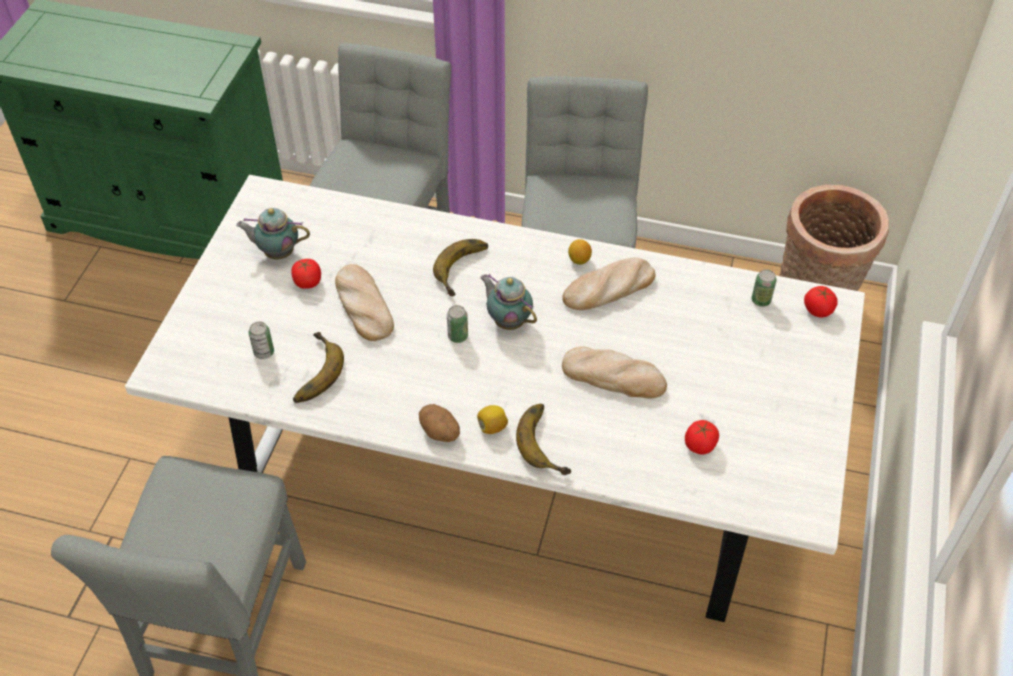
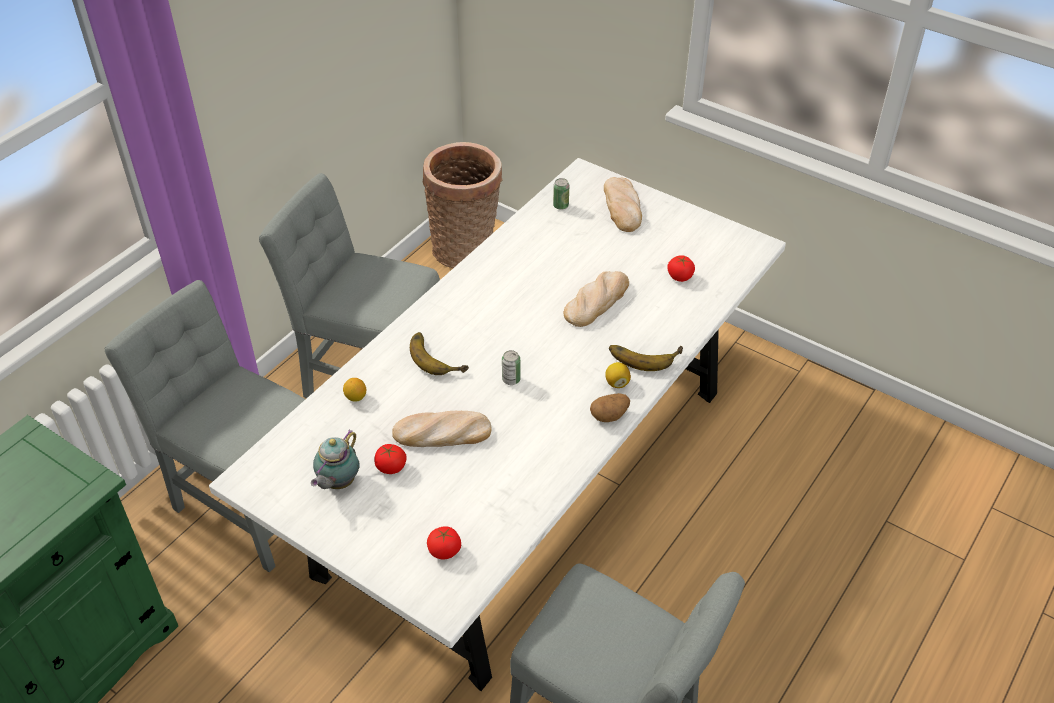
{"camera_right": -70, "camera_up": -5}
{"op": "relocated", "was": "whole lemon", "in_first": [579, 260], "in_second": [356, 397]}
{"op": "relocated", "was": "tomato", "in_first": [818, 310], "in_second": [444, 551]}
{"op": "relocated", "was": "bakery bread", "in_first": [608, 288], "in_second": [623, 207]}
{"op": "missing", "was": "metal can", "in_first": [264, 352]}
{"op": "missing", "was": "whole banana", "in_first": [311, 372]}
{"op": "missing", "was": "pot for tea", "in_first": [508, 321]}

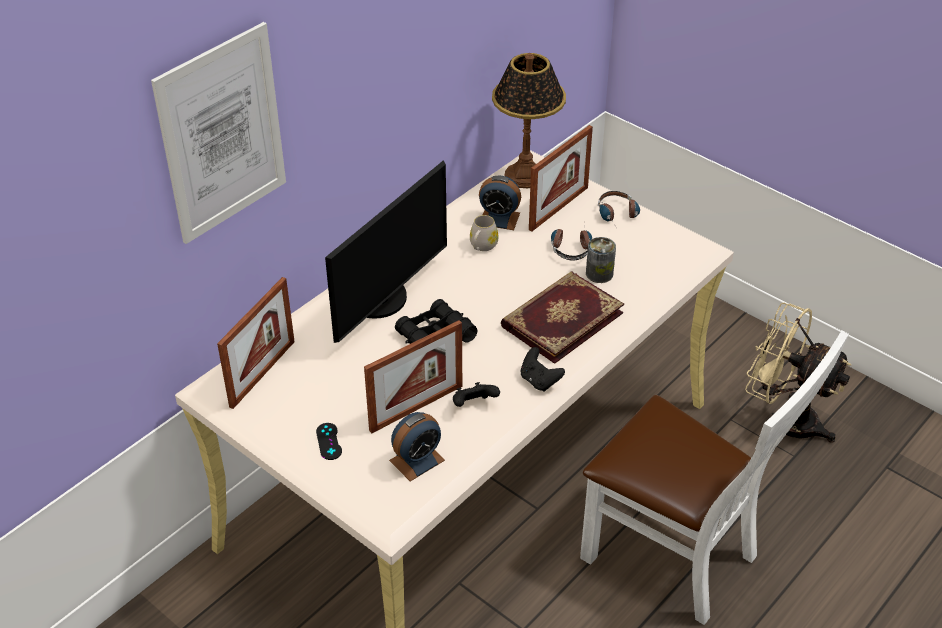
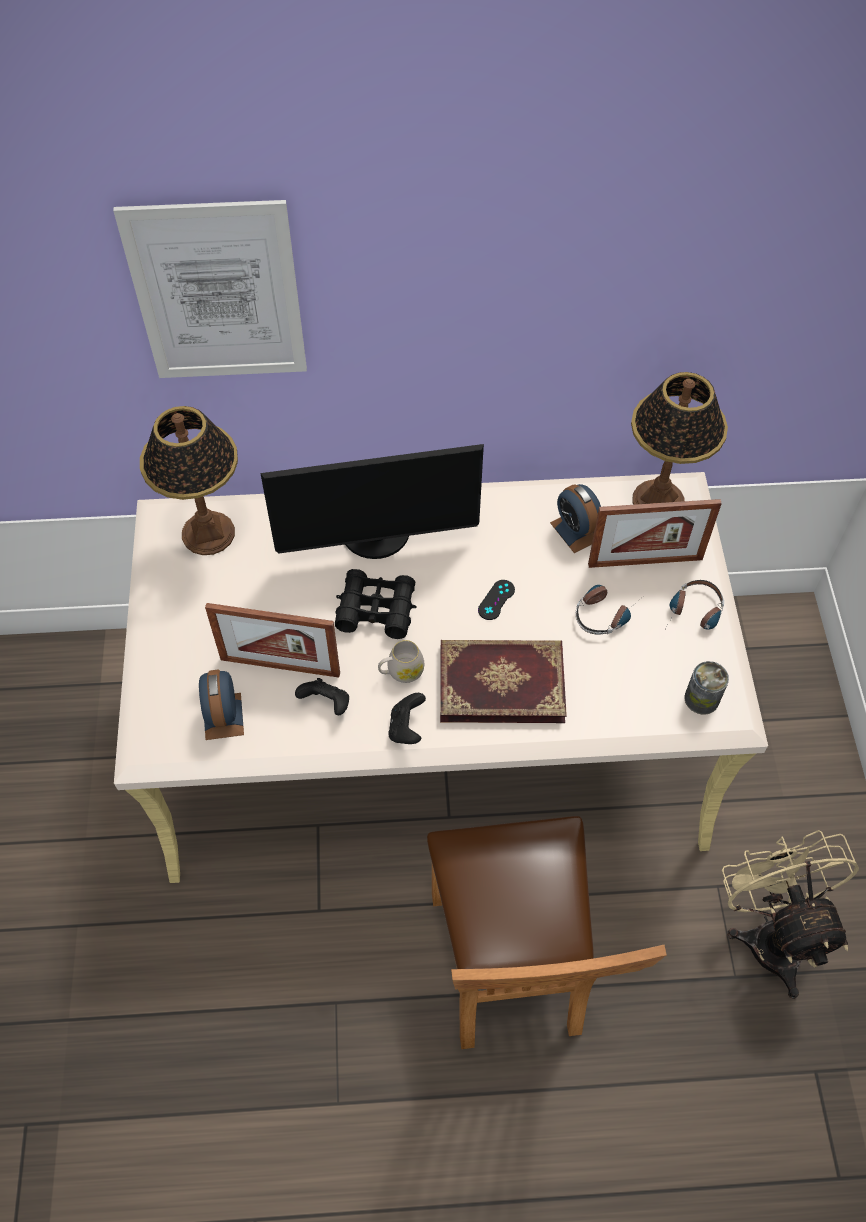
{"camera_right": 45, "camera_up": 15}
{"op": "exchanged", "was": "standing frame", "now": "tabletop lamp", "in_first": [262, 373], "in_second": [209, 533]}
{"op": "spun", "was": "alarm clock", "in_first": [417, 460], "in_second": [223, 716], "clockwise": 75}
{"op": "relocated", "was": "mug in white-coloured", "in_first": [482, 246], "in_second": [401, 671]}
{"op": "colour", "was": "chair in white-coloured", "now": "chair in brownish", "in_first": [679, 559], "in_second": [510, 973]}
{"op": "relocated", "was": "gamepad in blackish", "in_first": [329, 441], "in_second": [496, 600]}
{"op": "relocated", "was": "metal can", "in_first": [599, 274], "in_second": [701, 699]}

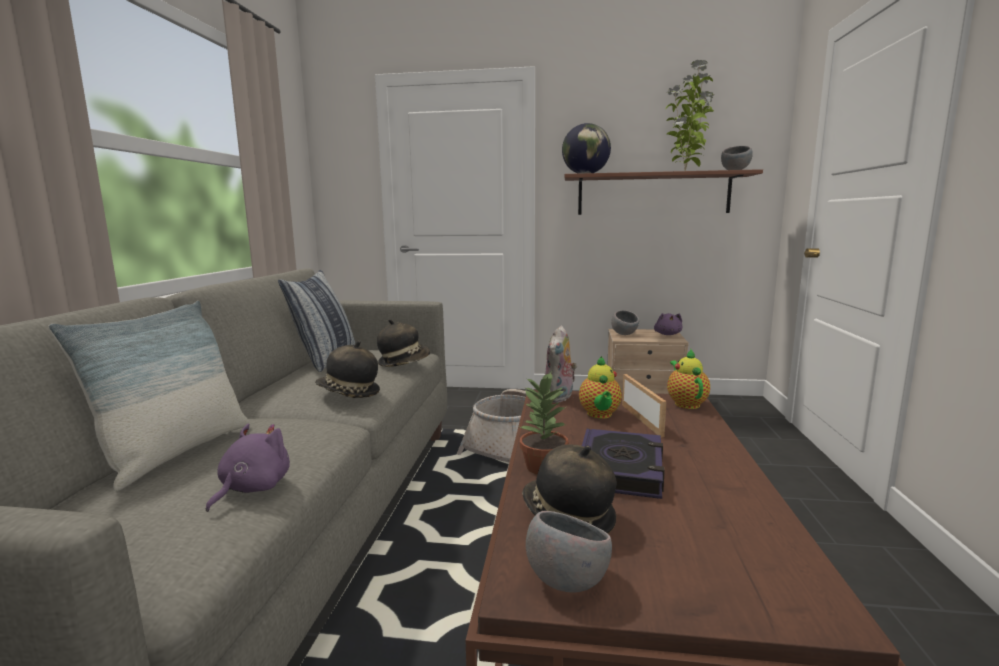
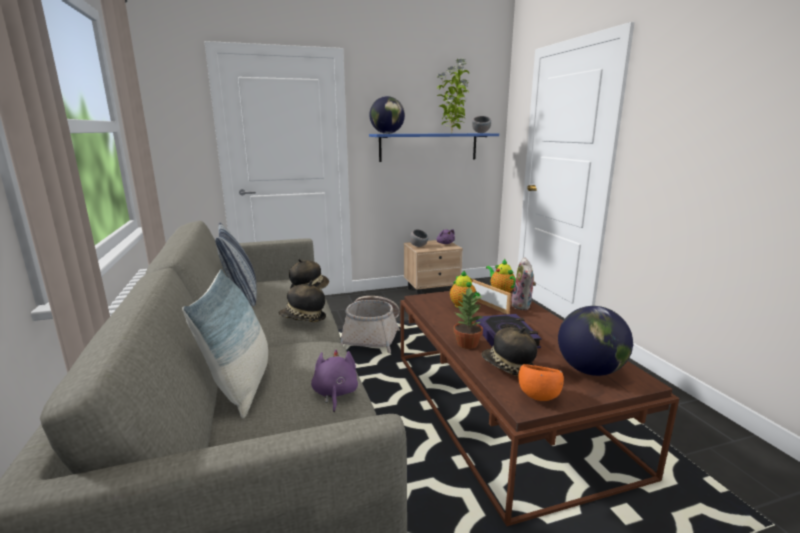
{"camera_right": -25, "camera_up": 5}
{"op": "colour", "was": "shelf in brownish", "now": "shelf in blue-coloured", "in_first": [653, 194], "in_second": [428, 147]}
{"op": "relocated", "was": "soft toy", "in_first": [560, 398], "in_second": [523, 306]}
{"op": "colour", "was": "deep dish in grey", "now": "deep dish in orange-coloured", "in_first": [566, 582], "in_second": [538, 397]}
{"op": "appeared", "now": "globe", "in_second": [590, 370]}

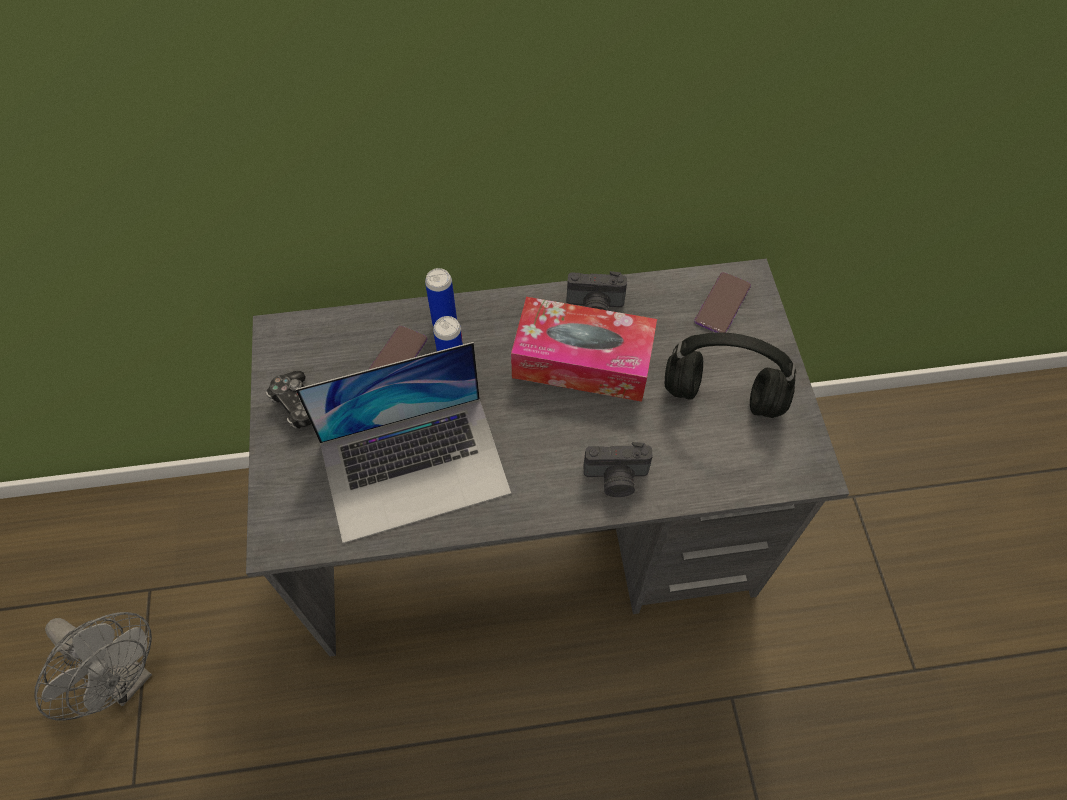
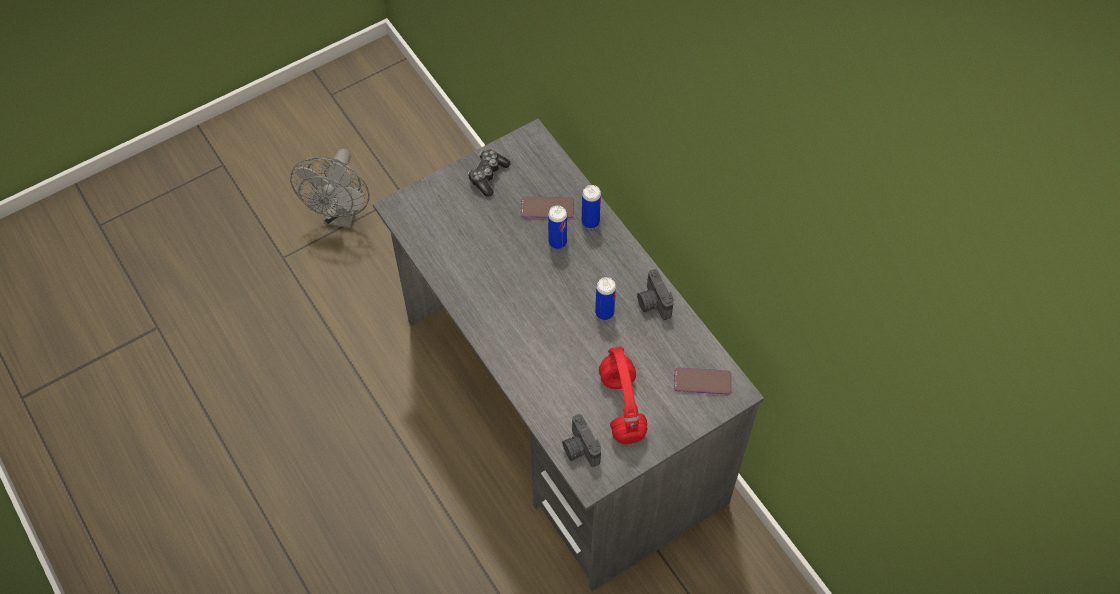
{"camera_right": 65, "camera_up": 0}
{"op": "relocated", "was": "still camera", "in_first": [616, 479], "in_second": [579, 449]}
{"op": "exchanged", "was": "box of tissues", "now": "metal can", "in_first": [582, 361], "in_second": [604, 312]}
{"op": "colour", "was": "headset in blackish", "now": "headset in red", "in_first": [725, 396], "in_second": [623, 408]}
{"op": "missing", "was": "notebook computer", "in_first": [414, 466]}

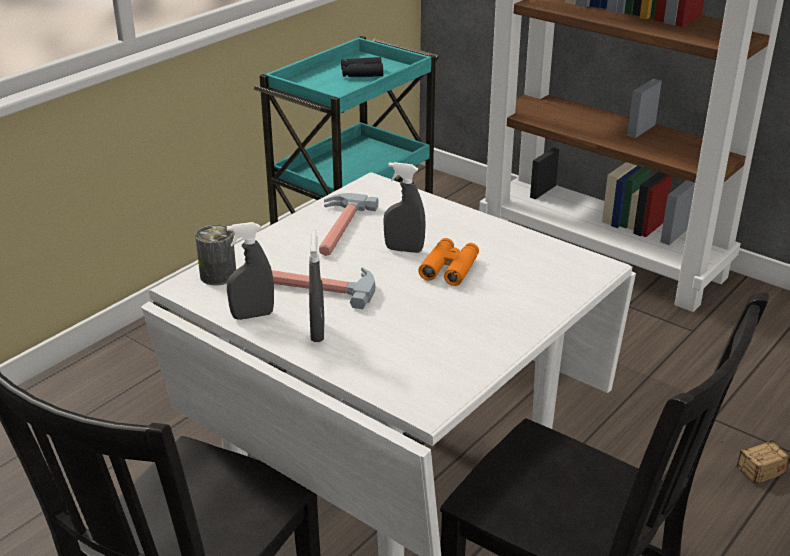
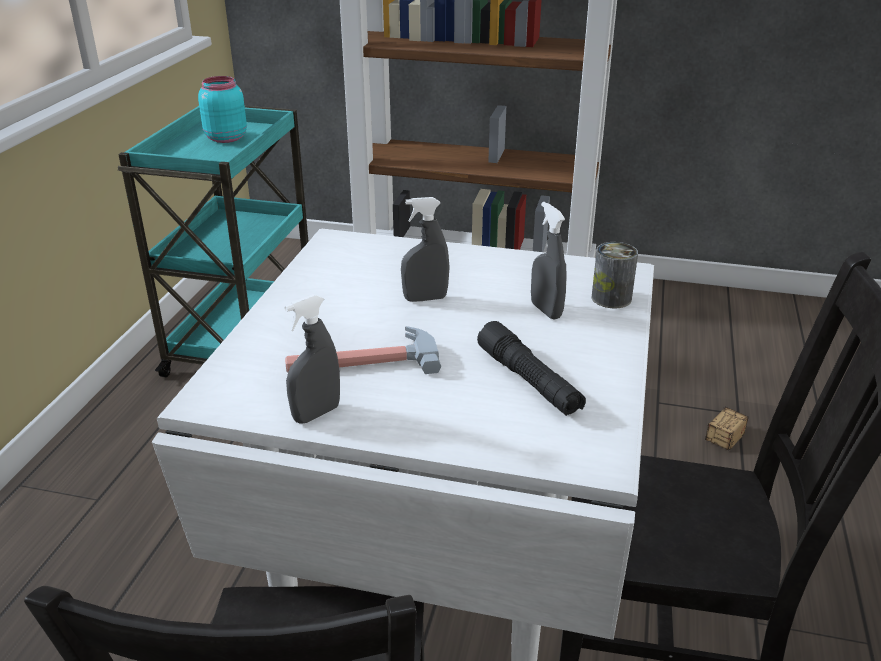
{"camera_right": -25, "camera_up": 0}
{"op": "exchanged", "was": "binoculars in blackish", "now": "storage jar in turquoise", "in_first": [361, 73], "in_second": [225, 138]}
{"op": "appeared", "now": "torch in blackish", "in_second": [529, 381]}
{"op": "relocated", "was": "spray bottle in grey", "in_first": [317, 332], "in_second": [546, 310]}
{"op": "relocated", "was": "metal can", "in_first": [218, 275], "in_second": [611, 298]}
{"op": "missing", "was": "hand hammer", "in_first": [338, 228]}
{"op": "missing", "was": "binoculars in orange-coloured", "in_first": [449, 268]}

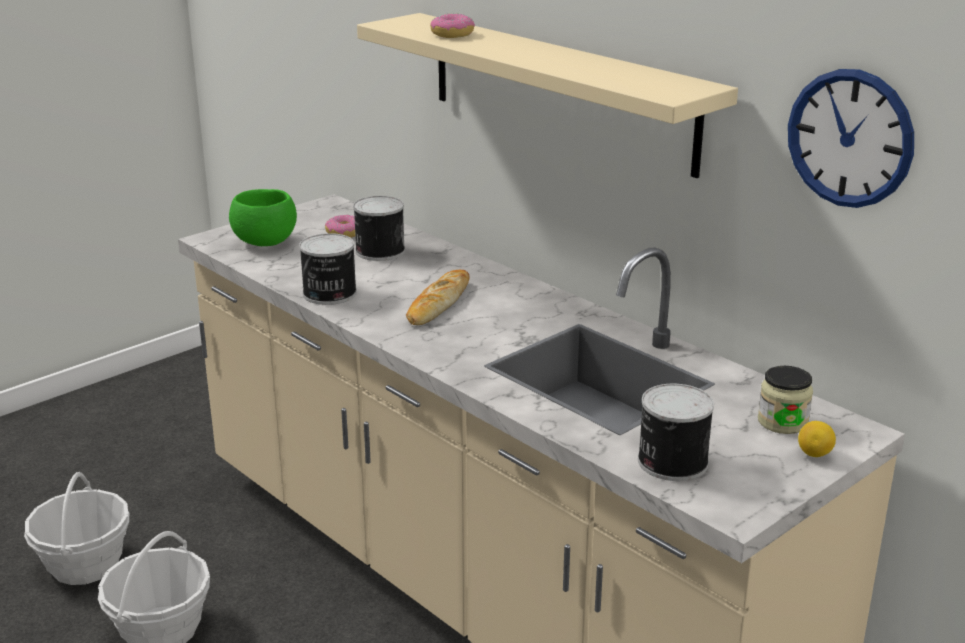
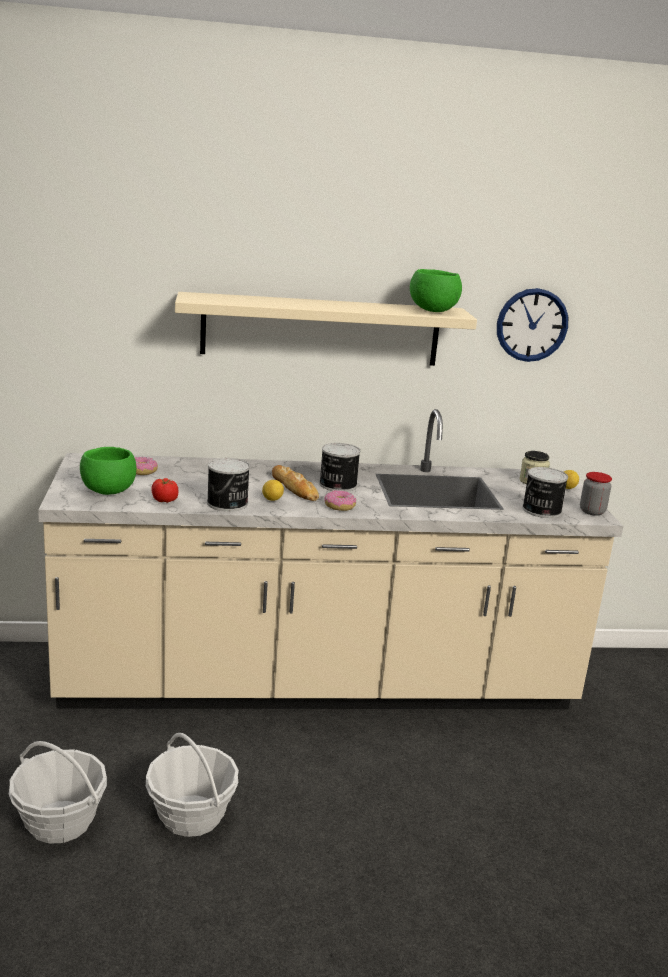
{"camera_right": -55, "camera_up": -5}
{"op": "appeared", "now": "tomato", "in_second": [164, 500]}
{"op": "appeared", "now": "whole lemon", "in_second": [272, 500]}
{"op": "relocated", "was": "metal can", "in_first": [378, 251], "in_second": [337, 485]}
{"op": "relocated", "was": "donut", "in_first": [452, 34], "in_second": [339, 506]}
{"op": "appeared", "now": "deep dish in green", "in_second": [433, 311]}
{"op": "appeared", "now": "storage jar", "in_second": [592, 511]}

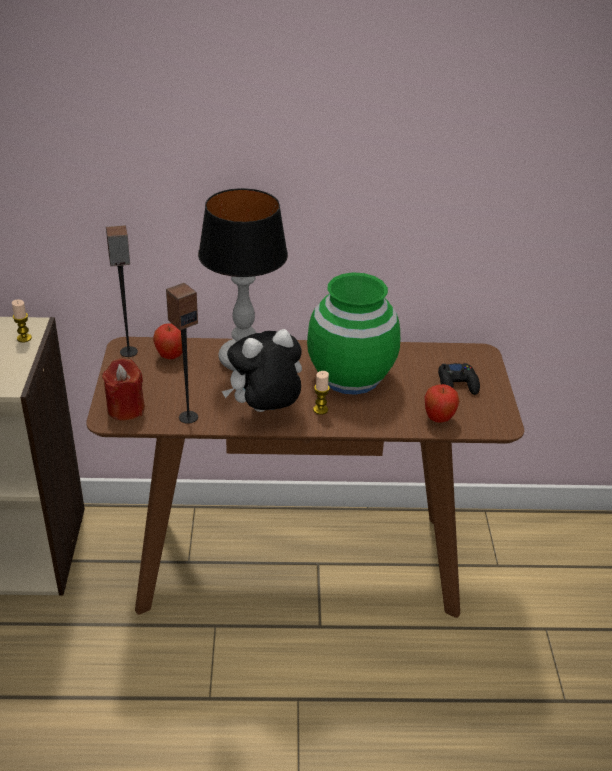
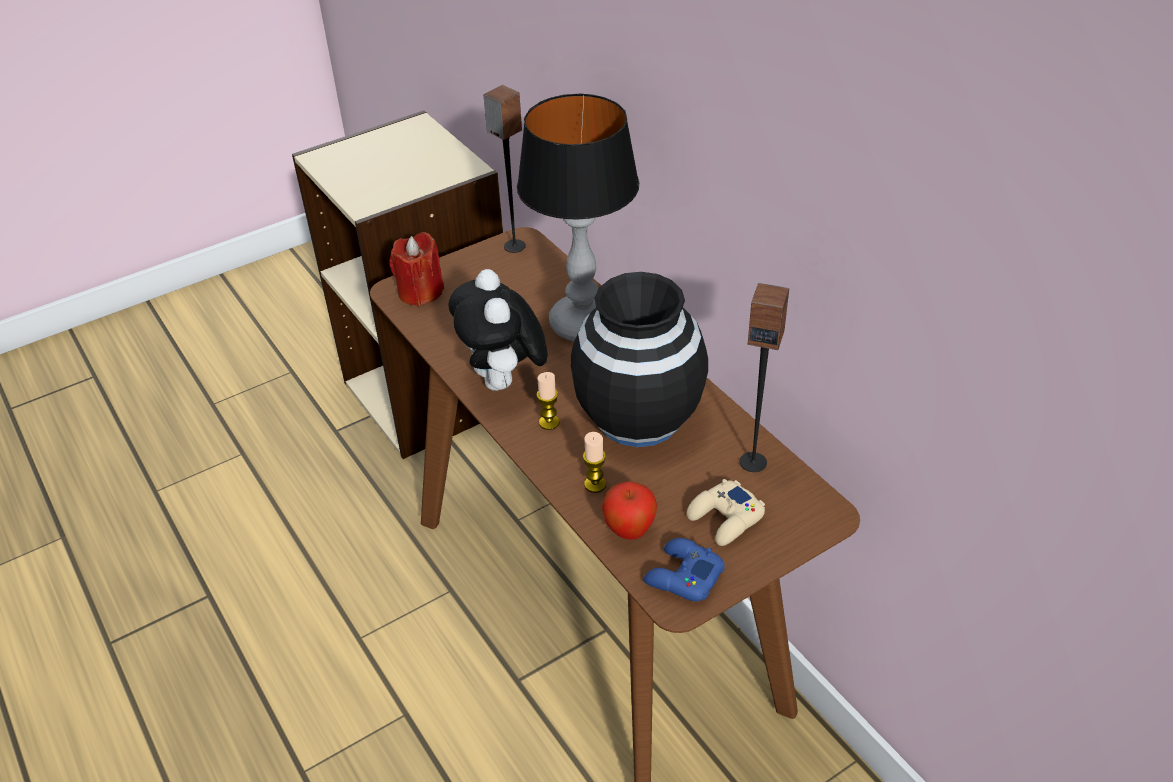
{"camera_right": 60, "camera_up": 5}
{"op": "spun", "was": "soft toy", "in_first": [265, 412], "in_second": [504, 383], "clockwise": -135}
{"op": "colour", "was": "vase in green", "now": "vase in blackish", "in_first": [351, 377], "in_second": [639, 418]}
{"op": "relocated", "was": "wax candle", "in_first": [24, 338], "in_second": [595, 484]}
{"op": "appeared", "now": "gamepad in blue-coloured", "in_second": [683, 576]}
{"op": "colour", "was": "gamepad in blackish", "now": "gamepad in beige-coloured", "in_first": [457, 384], "in_second": [725, 518]}
{"op": "relocated", "was": "audio speaker", "in_first": [188, 417], "in_second": [753, 462]}
{"op": "missing", "was": "apple fruit", "in_first": [171, 356]}

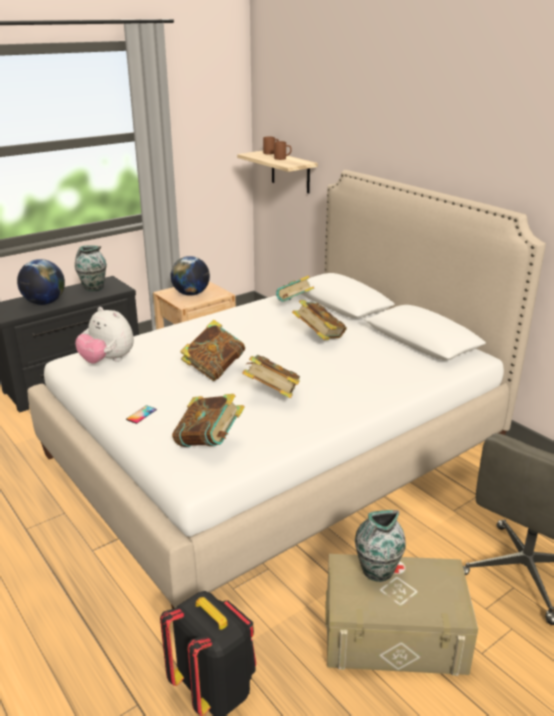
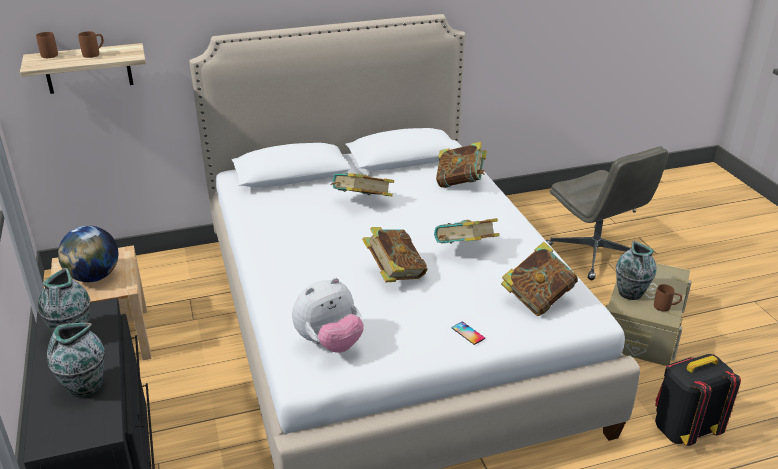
{"camera_right": -70, "camera_up": 5}
{"op": "exchanged", "was": "globe", "now": "vase", "in_first": [44, 303], "in_second": [84, 387]}
{"op": "relocated", "was": "bound book", "in_first": [295, 306], "in_second": [460, 183]}
{"op": "appeared", "now": "mug in brownish", "in_second": [666, 307]}

